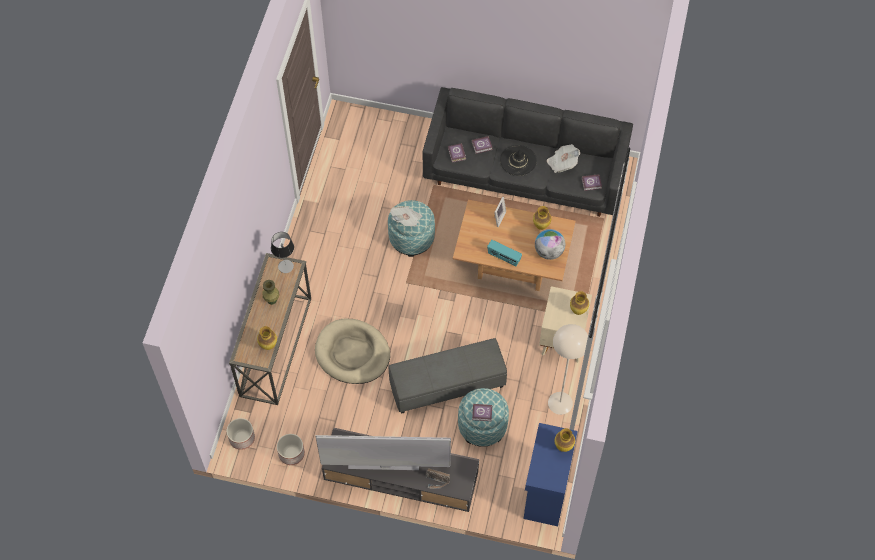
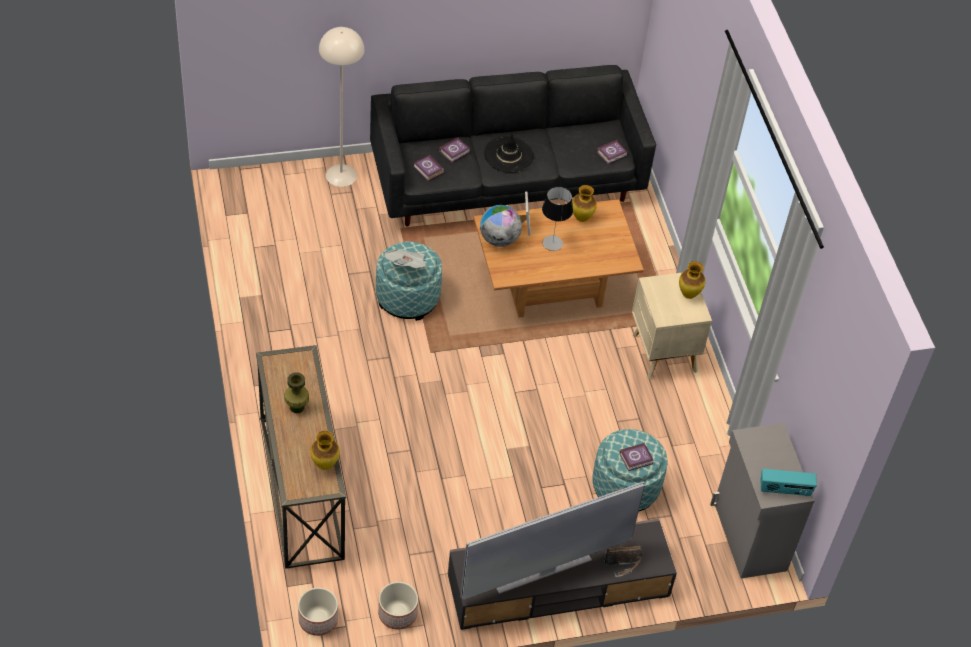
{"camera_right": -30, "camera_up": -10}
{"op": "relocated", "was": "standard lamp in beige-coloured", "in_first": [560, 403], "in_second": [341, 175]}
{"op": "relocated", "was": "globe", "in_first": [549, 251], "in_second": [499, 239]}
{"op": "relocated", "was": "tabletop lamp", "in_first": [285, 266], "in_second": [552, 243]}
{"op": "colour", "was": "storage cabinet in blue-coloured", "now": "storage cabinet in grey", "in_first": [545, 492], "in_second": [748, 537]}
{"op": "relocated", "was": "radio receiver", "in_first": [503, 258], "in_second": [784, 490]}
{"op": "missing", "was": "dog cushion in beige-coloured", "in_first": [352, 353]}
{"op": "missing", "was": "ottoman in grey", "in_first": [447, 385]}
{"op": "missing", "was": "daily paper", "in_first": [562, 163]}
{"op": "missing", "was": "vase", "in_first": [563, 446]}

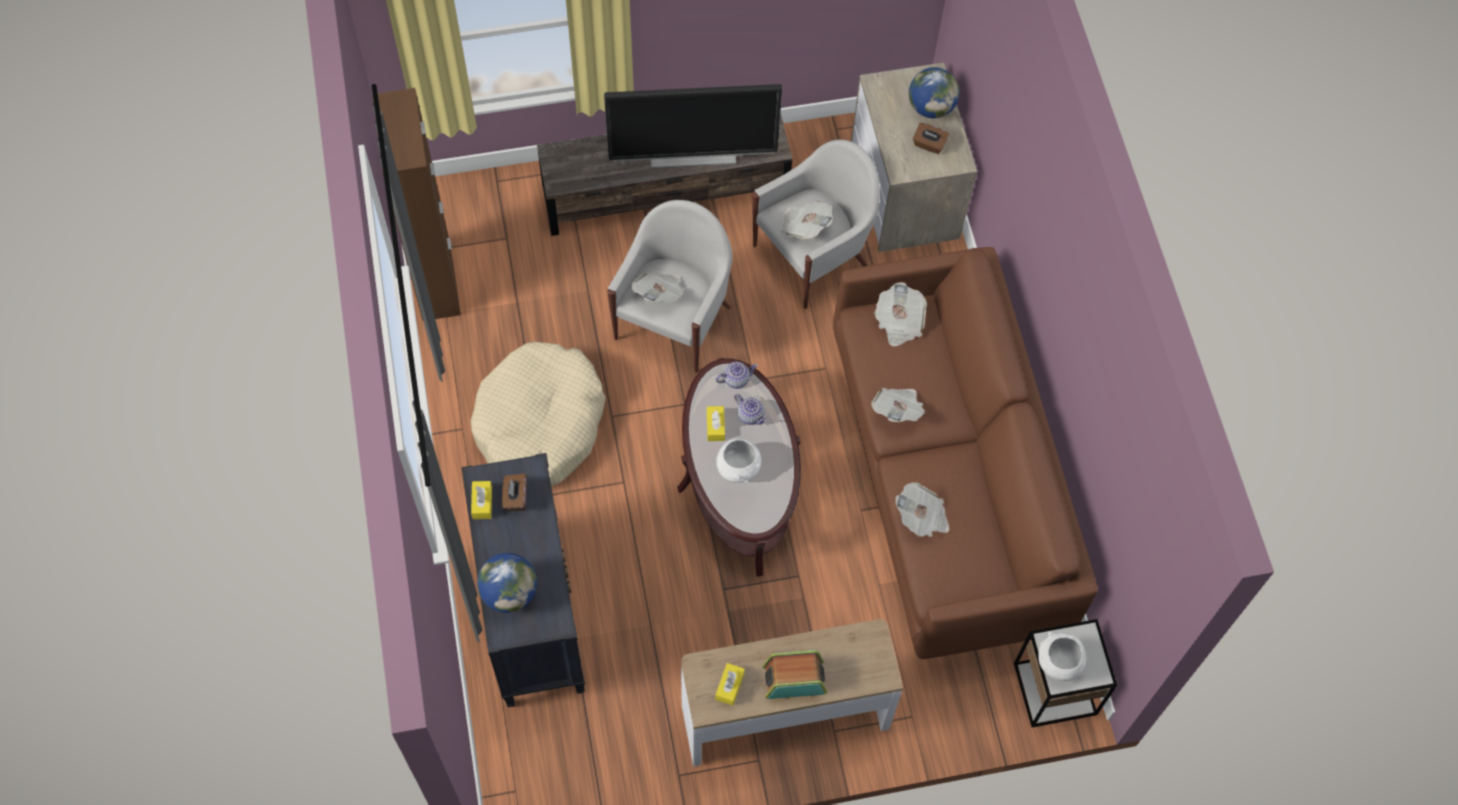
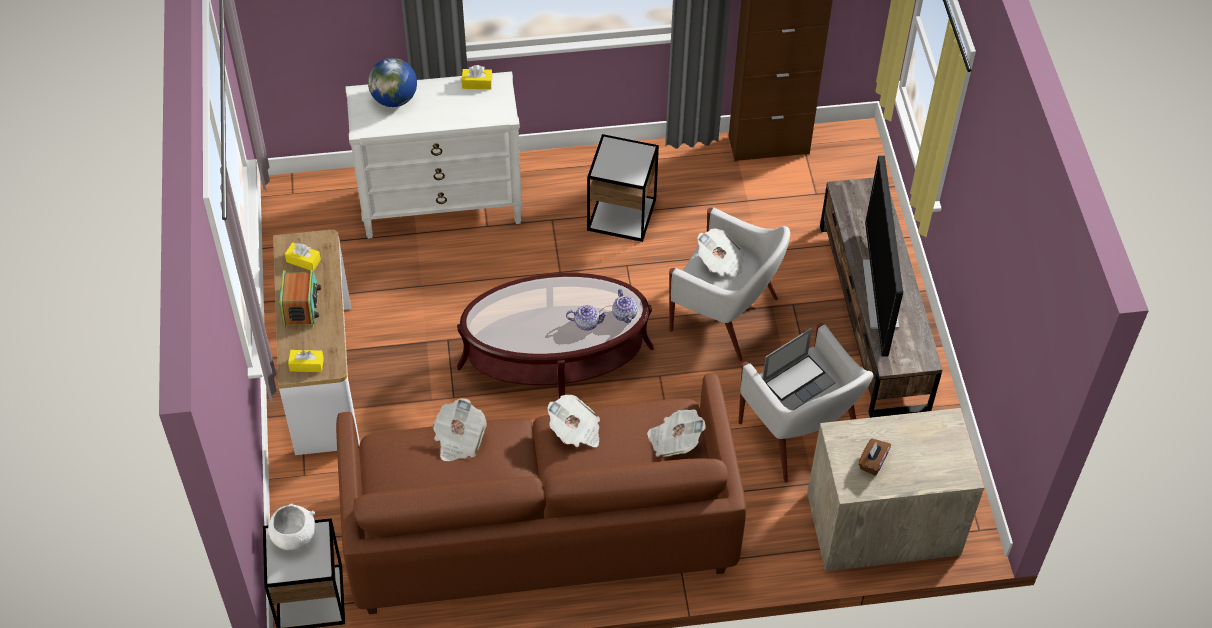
{"camera_right": 95, "camera_up": -10}
{"op": "relocated", "was": "box of tissues in yellowish", "in_first": [715, 426], "in_second": [306, 365]}
{"op": "colour", "was": "drawer chest in blackish", "now": "drawer chest in white-coloured", "in_first": [531, 614], "in_second": [442, 206]}
{"op": "spun", "was": "pot for tea", "in_first": [750, 415], "in_second": [586, 323], "clockwise": -135}
{"op": "exchanged", "was": "dog cushion in beige-coloured", "now": "side table", "in_first": [540, 424], "in_second": [622, 214]}
{"op": "exchanged", "was": "daily paper", "now": "notebook computer", "in_first": [805, 226], "in_second": [798, 382]}
{"op": "missing", "was": "box of tissues in brownish", "in_first": [515, 497]}
{"op": "missing", "was": "deep dish in white-coloured", "in_first": [738, 469]}
{"op": "missing", "was": "globe", "in_first": [930, 107]}

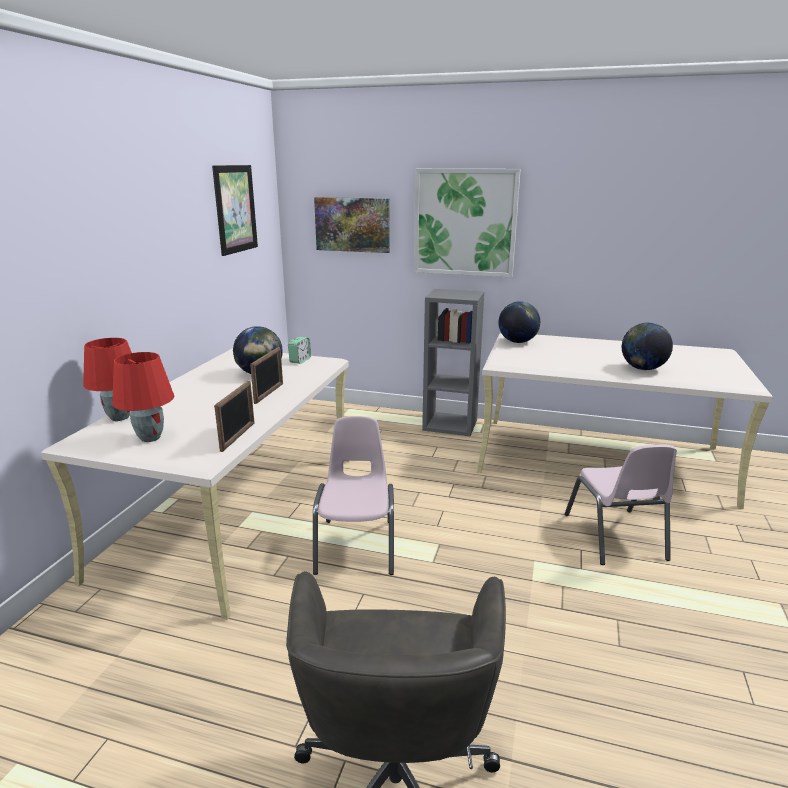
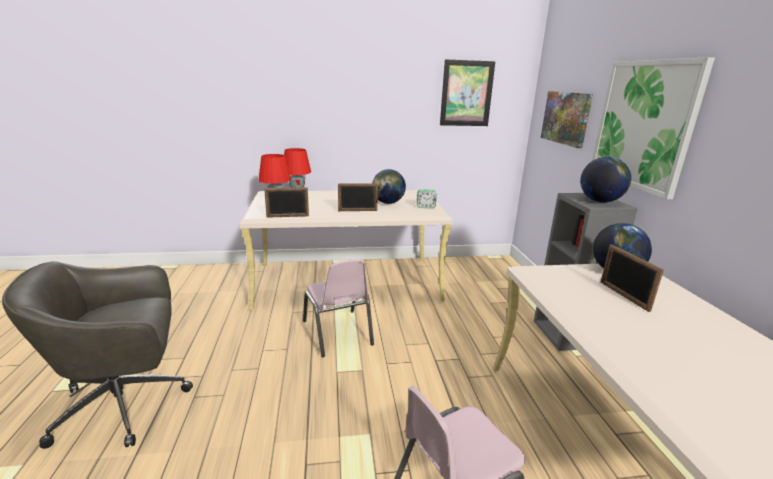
{"camera_right": 65, "camera_up": 0}
{"op": "spun", "was": "chair in pink", "in_first": [357, 546], "in_second": [337, 333], "clockwise": 90}
{"op": "relocated", "was": "globe", "in_first": [642, 369], "in_second": [600, 201]}
{"op": "appeared", "now": "standing frame", "in_second": [623, 296]}

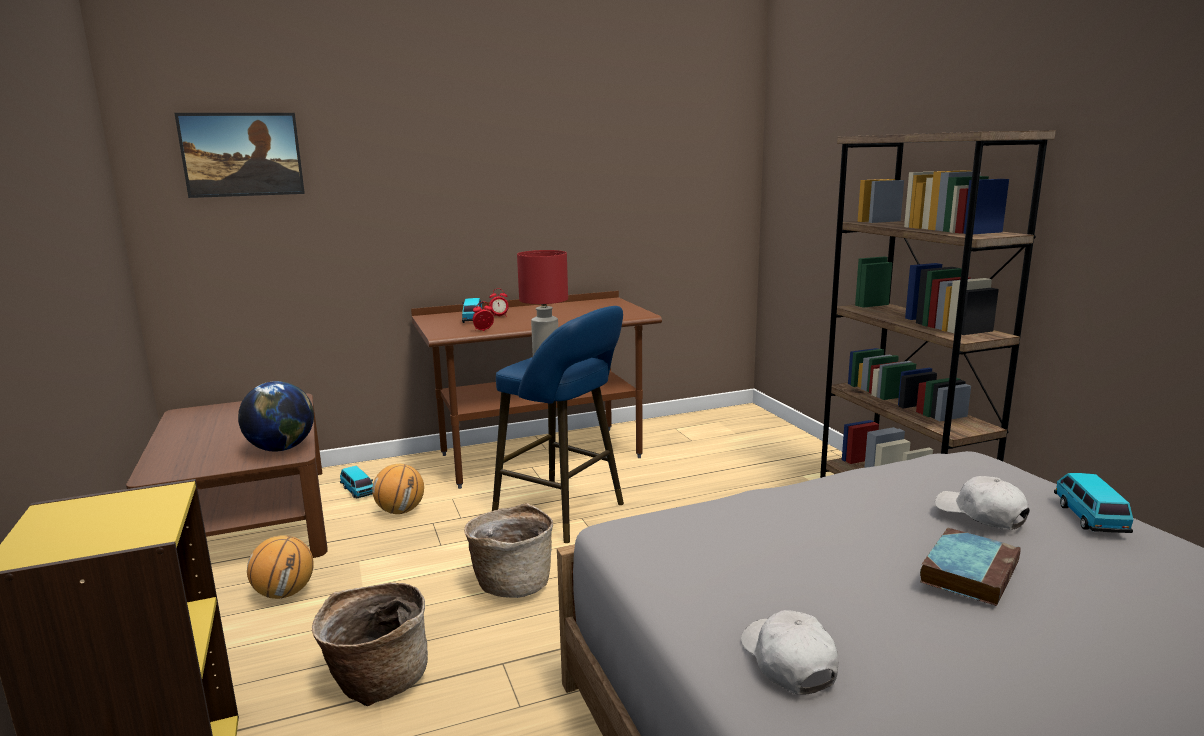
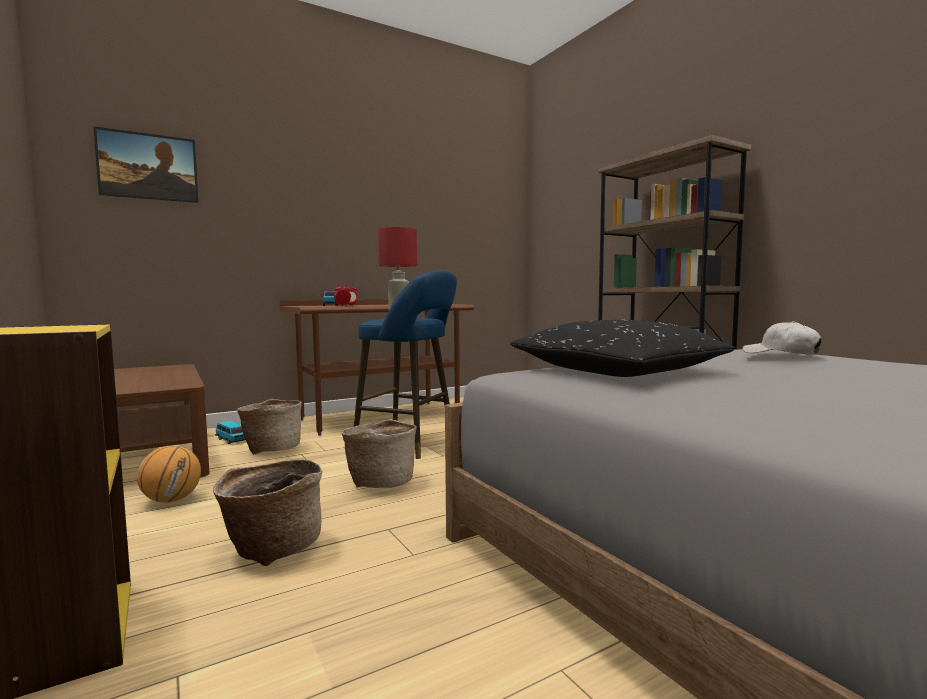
{"camera_right": -10, "camera_up": -10}
{"op": "exchanged", "was": "basketball ball", "now": "storage basket", "in_first": [401, 511], "in_second": [272, 449]}
{"op": "appeared", "now": "cushion in blackish", "in_second": [619, 370]}
{"op": "missing", "was": "globe", "in_first": [281, 449]}
{"op": "missing", "was": "peaked cap in white-coloured", "in_first": [788, 662]}
{"op": "missing", "was": "bound book", "in_first": [969, 571]}
{"op": "missing", "was": "miniature car", "in_first": [1089, 517]}

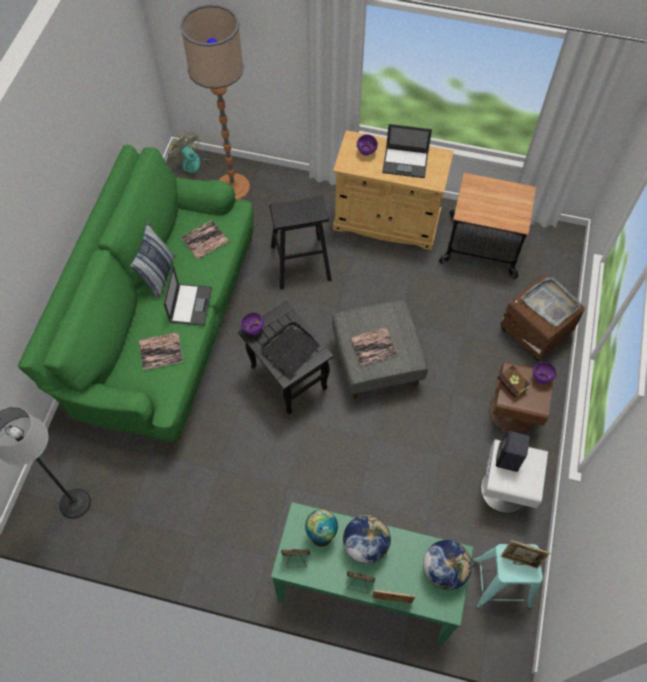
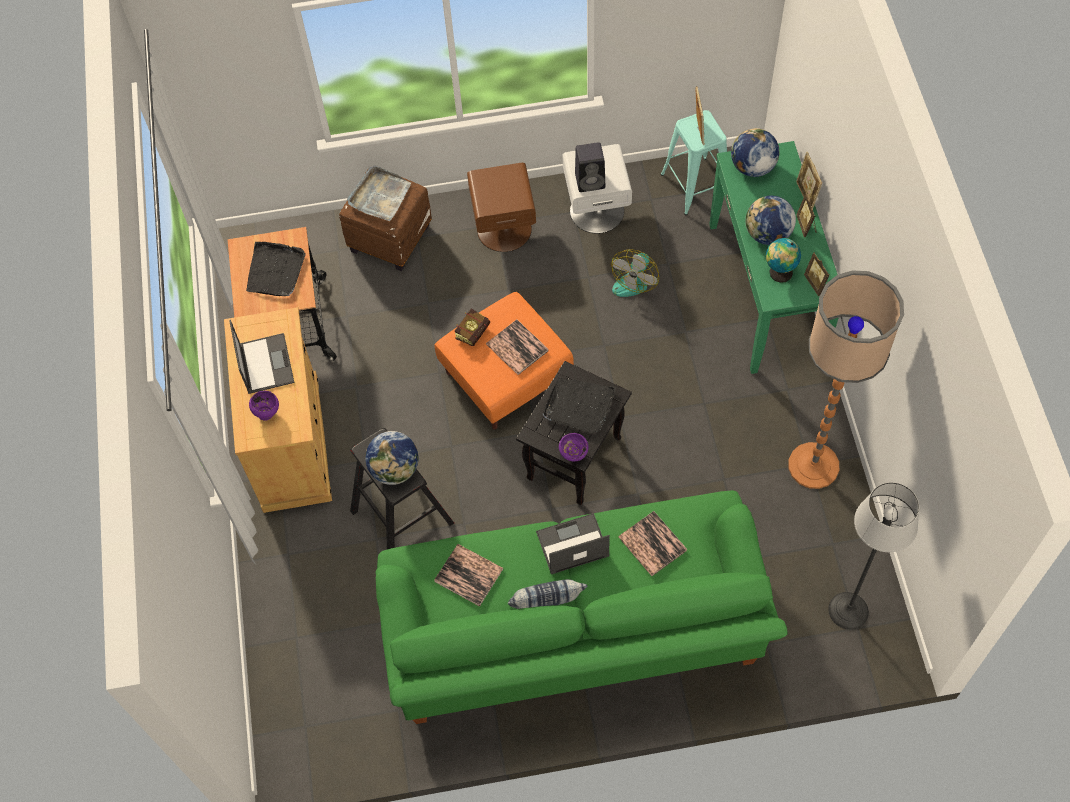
{"camera_right": -110, "camera_up": 0}
{"op": "appeared", "now": "tray in blackish", "in_second": [275, 271]}
{"op": "appeared", "now": "globe", "in_second": [395, 469]}
{"op": "colour", "was": "ottoman in grey", "now": "ottoman in orange-coloured", "in_first": [377, 361], "in_second": [506, 376]}
{"op": "relocated", "was": "bound book", "in_first": [513, 388], "in_second": [475, 331]}
{"op": "relocated", "was": "electric fan", "in_first": [195, 167], "in_second": [634, 279]}
{"op": "relocated", "was": "standard lamp", "in_first": [233, 187], "in_second": [813, 466]}
{"op": "missing", "was": "deep dish in purple", "in_first": [540, 378]}

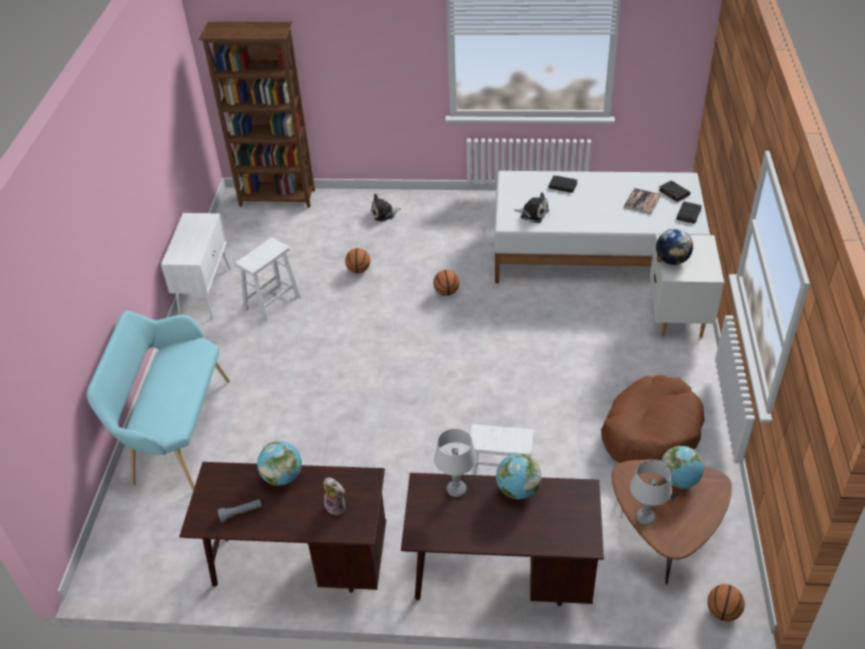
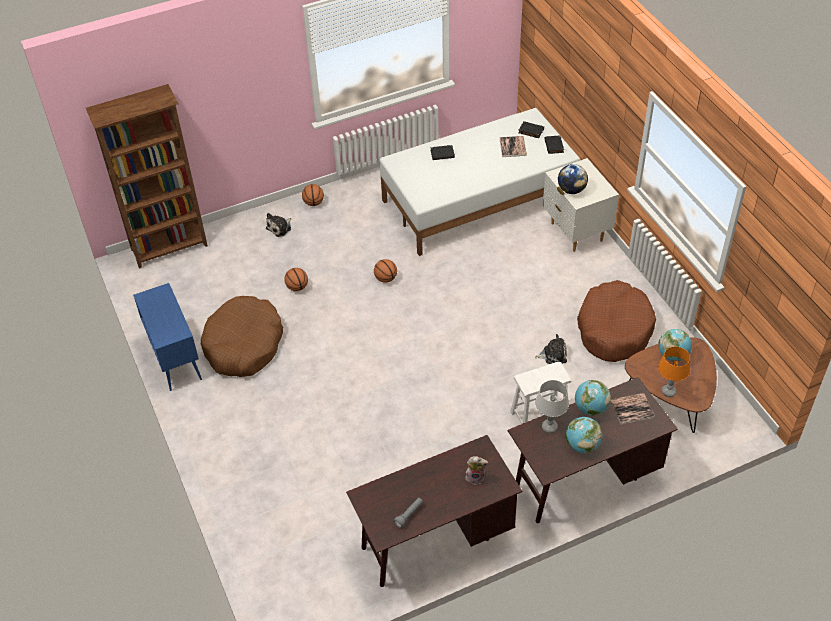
{"camera_right": -30, "camera_up": 5}
{"op": "colour", "was": "storage cabinet in white-coloured", "now": "storage cabinet in blue-coloured", "in_first": [205, 292], "in_second": [174, 358]}
{"op": "exchanged", "was": "stool seat in white-coloured", "now": "dog cushion in brownish", "in_first": [272, 303], "in_second": [243, 345]}
{"op": "relocated", "was": "basketball ball", "in_first": [723, 612], "in_second": [314, 203]}
{"op": "relocated", "was": "soft toy", "in_first": [533, 213], "in_second": [553, 354]}
{"op": "relocated", "was": "globe", "in_first": [282, 477], "in_second": [582, 445]}
{"op": "appeared", "now": "bound book", "in_second": [632, 409]}
{"op": "colour", "was": "tabletop lamp in grey", "now": "tabletop lamp in orange-coloured", "in_first": [645, 518], "in_second": [669, 391]}
{"op": "missing", "was": "bench in turquoise", "in_first": [176, 432]}

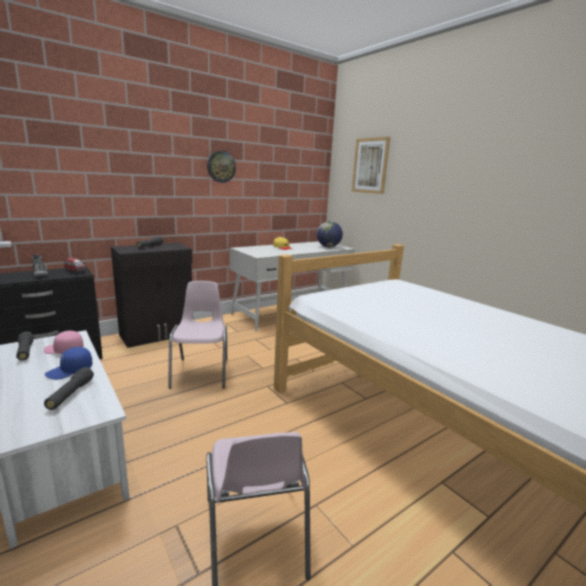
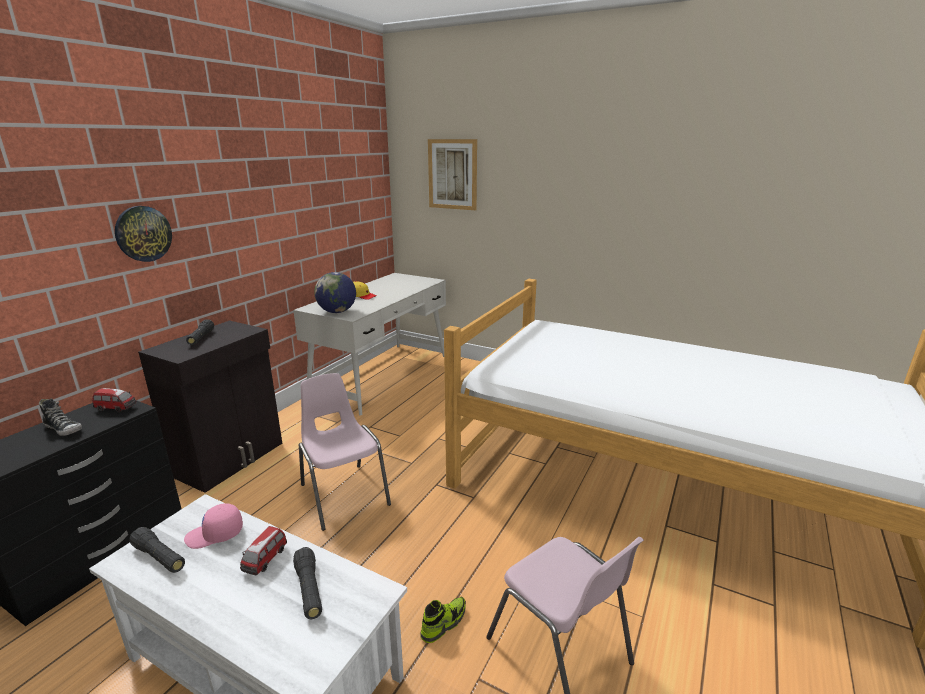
{"camera_right": -25, "camera_up": 5}
{"op": "relocated", "was": "hanging clock", "in_first": [221, 167], "in_second": [143, 233]}
{"op": "exchanged", "was": "peaked cap in blue-coloured", "now": "miniature car", "in_first": [70, 371], "in_second": [265, 560]}
{"op": "relocated", "was": "globe", "in_first": [328, 247], "in_second": [337, 312]}
{"op": "appeared", "now": "item of footwear", "in_second": [443, 623]}

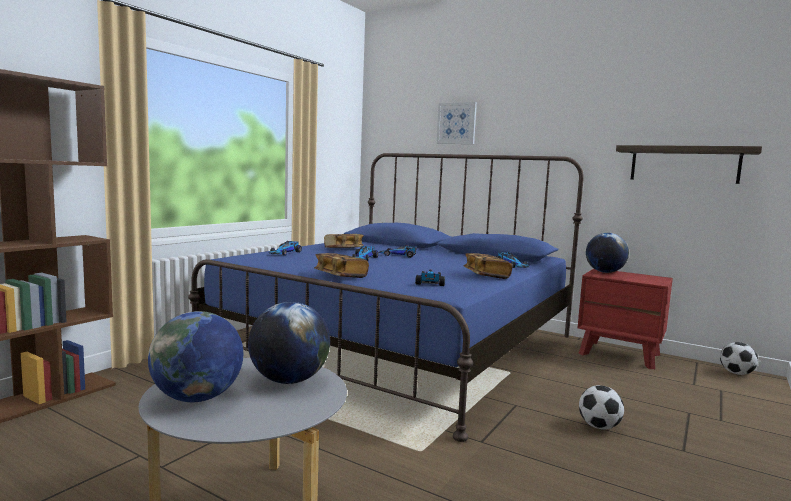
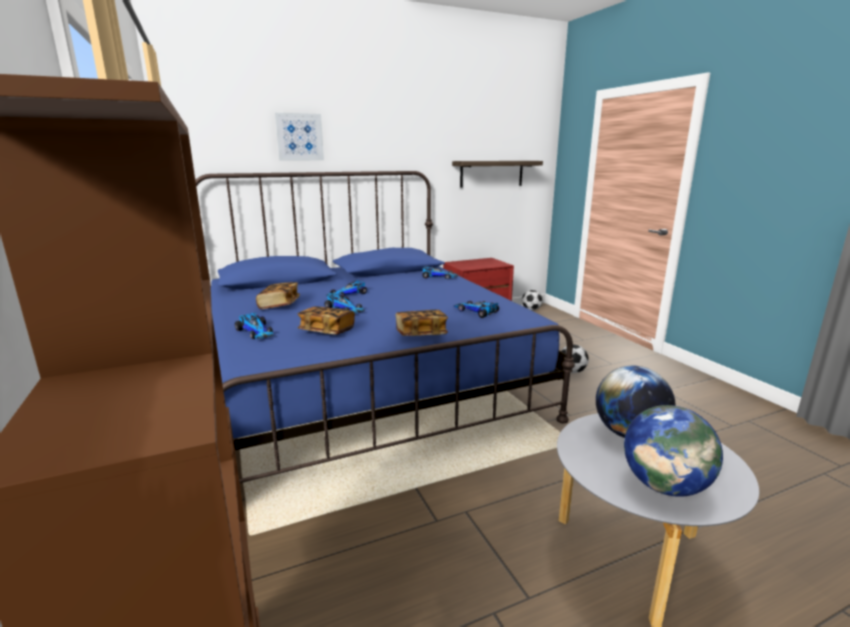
{"camera_right": -55, "camera_up": 10}
{"op": "relocated", "was": "bound book", "in_first": [486, 275], "in_second": [327, 331]}
{"op": "missing", "was": "globe", "in_first": [605, 272]}

